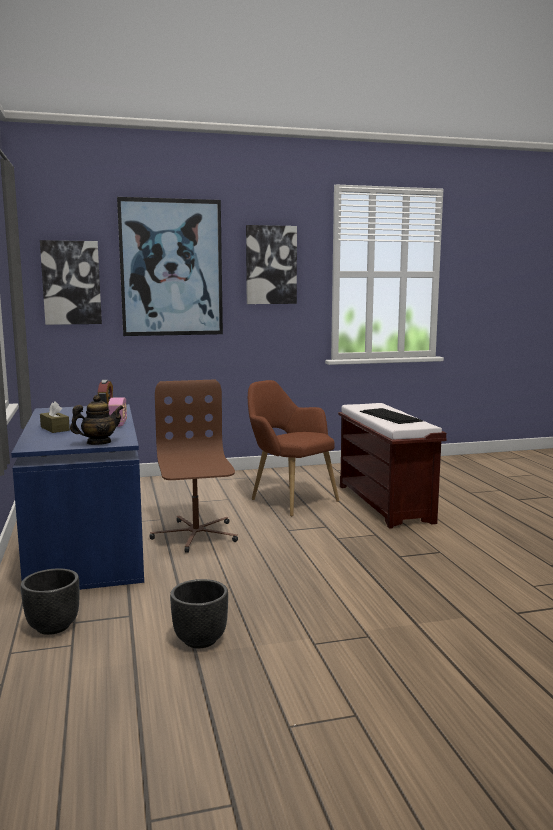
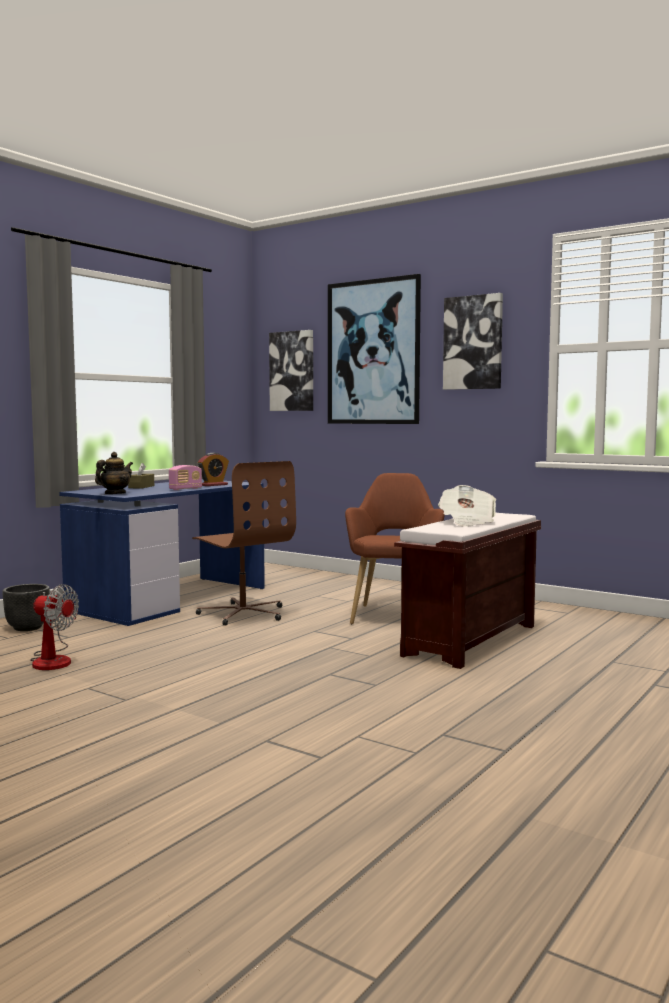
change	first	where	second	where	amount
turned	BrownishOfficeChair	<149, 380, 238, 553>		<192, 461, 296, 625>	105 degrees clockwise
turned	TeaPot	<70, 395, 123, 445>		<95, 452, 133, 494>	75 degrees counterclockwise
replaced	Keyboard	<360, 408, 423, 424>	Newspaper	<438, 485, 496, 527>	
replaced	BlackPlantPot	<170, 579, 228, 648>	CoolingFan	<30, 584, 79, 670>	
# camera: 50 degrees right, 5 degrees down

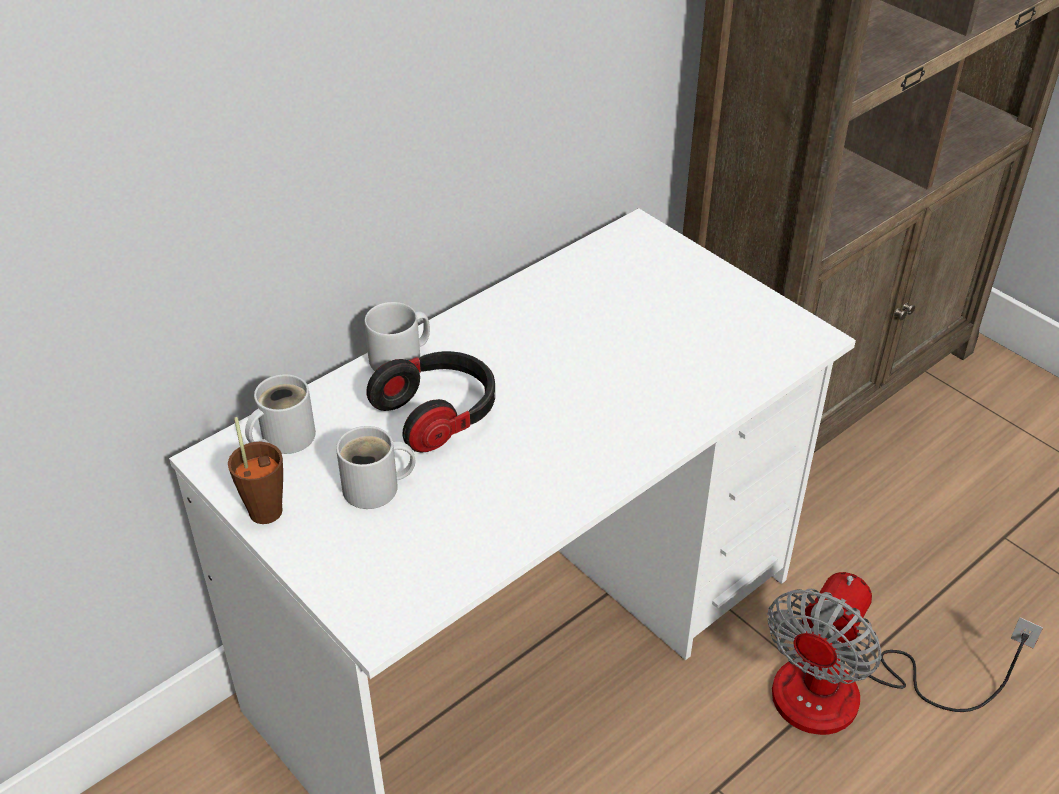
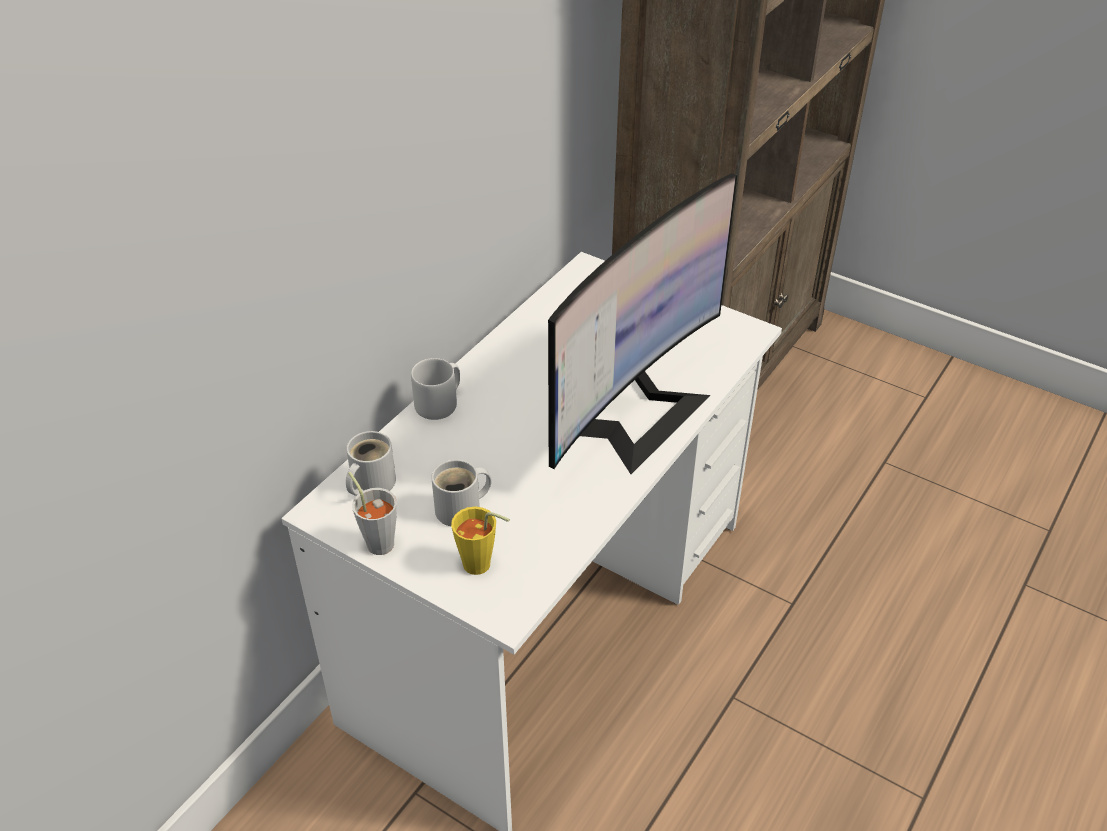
change	first	where	second	where	amount
removed	PairOfHeadphones	<366, 351, 495, 453>			
recoloured	BrownishCup	<228, 417, 283, 524>	GrayCup	<348, 472, 397, 555>	
removed	CoolingFan	<767, 572, 1043, 735>			
added			ComputerScreen	<548, 173, 737, 474>	
added			YellowColouredCup	<451, 507, 510, 575>	
# camera: 15 degrees left, 0 degrees up

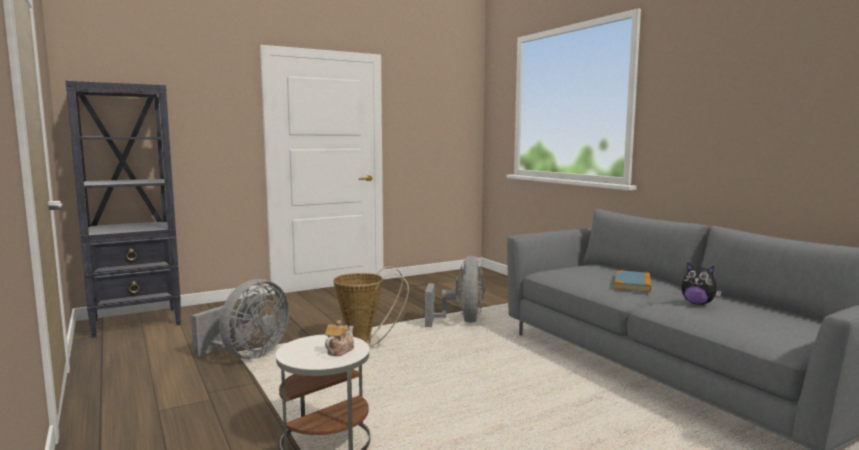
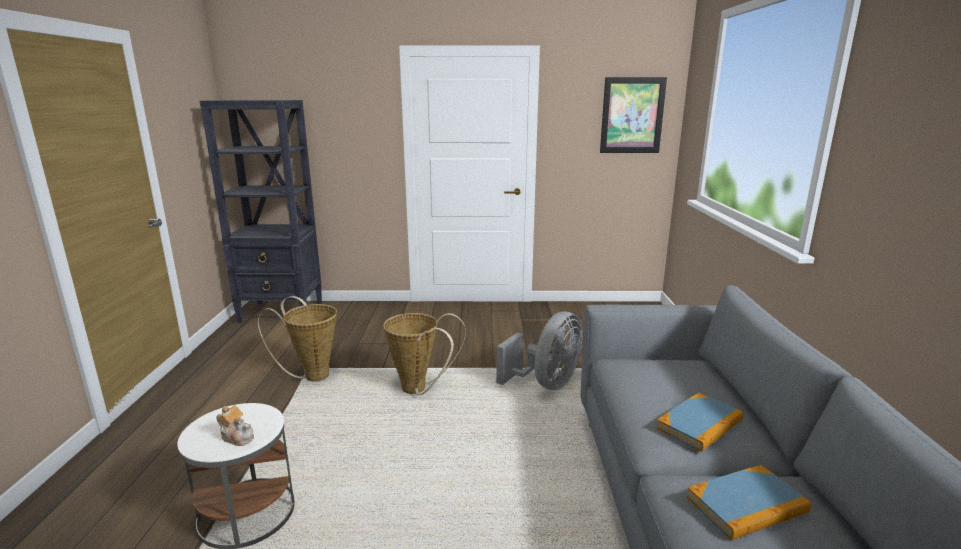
change	first	where	second	where	amount
replaced	SoftToy	<681, 263, 722, 305>	Book	<686, 465, 811, 540>	
replaced	GrayCoolingFan	<191, 279, 289, 359>	HouseholdBasket	<258, 296, 337, 382>	
turned	TeaPot	<325, 320, 354, 356>		<216, 405, 254, 446>	60 degrees clockwise
added			WallArt	<600, 77, 667, 153>	
# camera: 30 degrees right, 10 degrees up

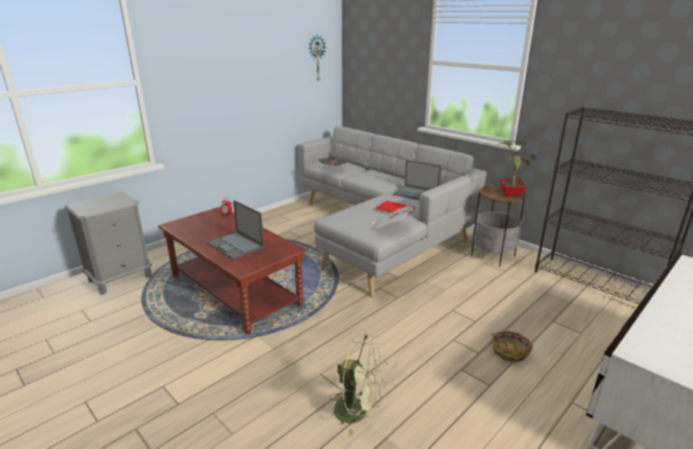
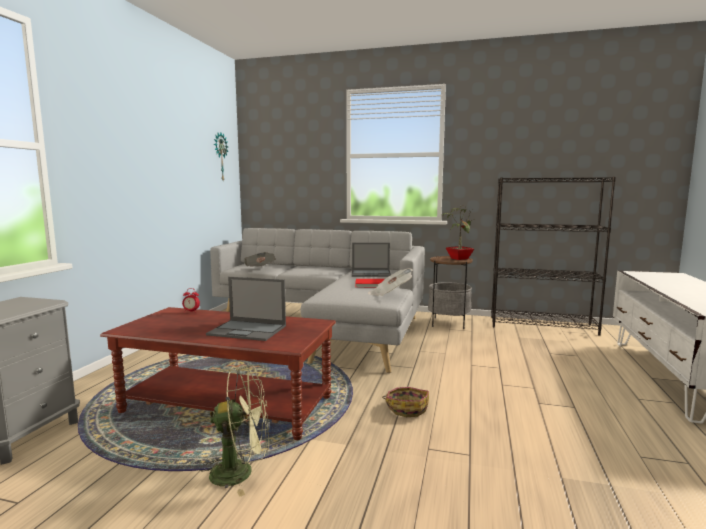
change	first	where	second	where	amount
moved	HouseholdBasket	<491, 331, 533, 363>		<382, 387, 429, 417>	
moved	GreenCoolingFan	<330, 334, 388, 436>		<199, 365, 269, 497>	
# camera: 30 degrees left, 15 degrees down

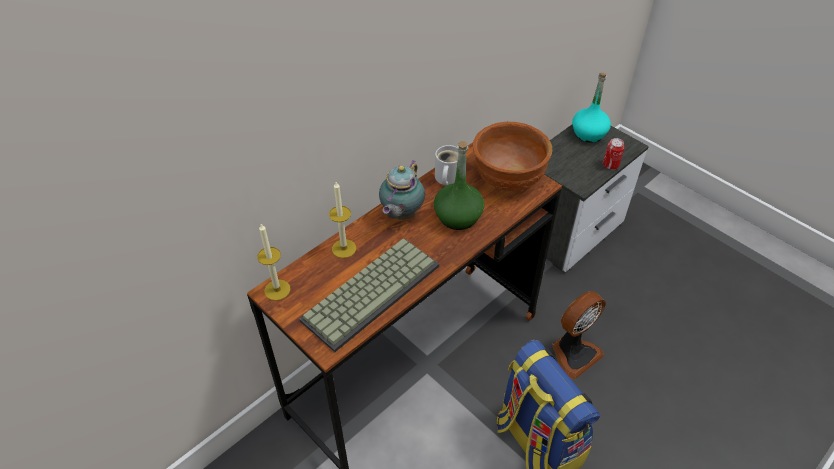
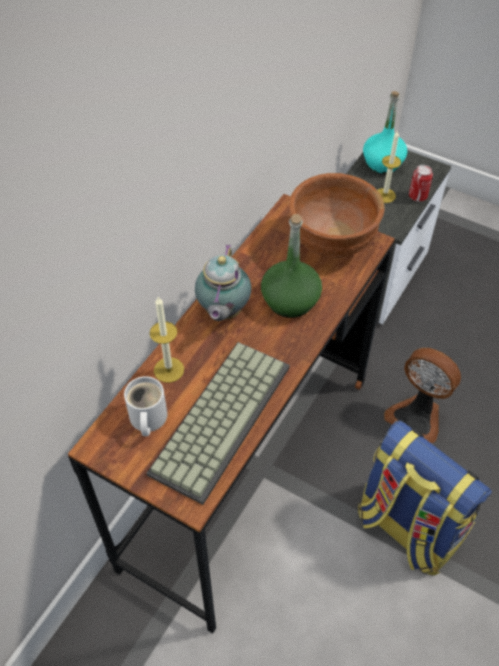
change	first	where	second	where	amount
moved	WhiteColouredTeaMug	<435, 145, 459, 186>		<124, 376, 167, 436>	
moved	Candle	<257, 224, 290, 301>		<377, 130, 401, 203>	
turned	CoolingFan	<552, 291, 606, 379>		<384, 348, 461, 443>	90 degrees clockwise
# camera: 15 degrees left, 5 degrees up

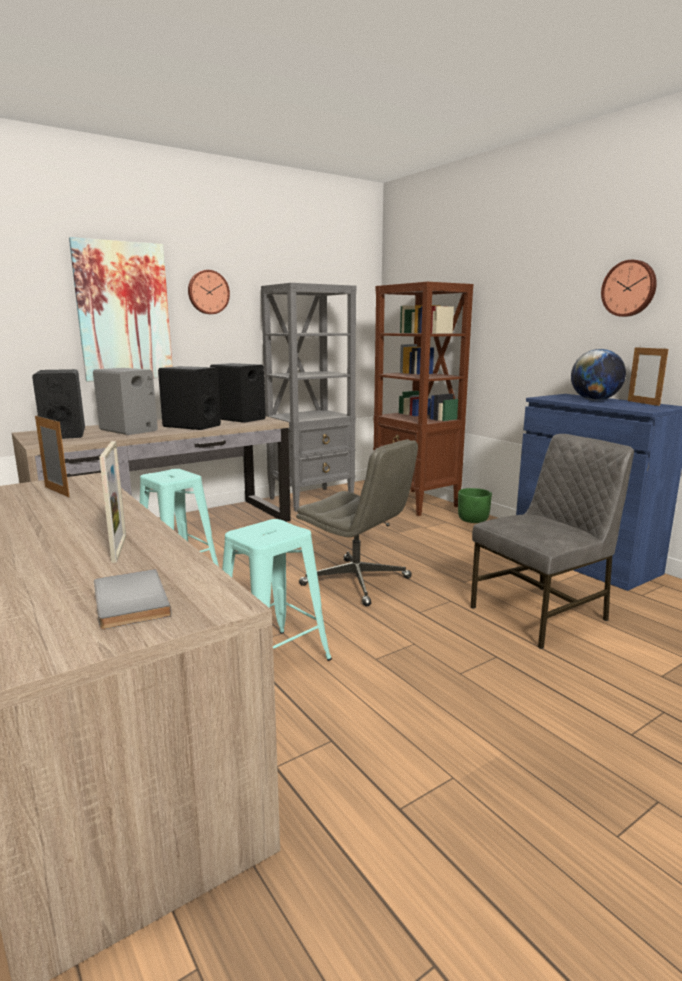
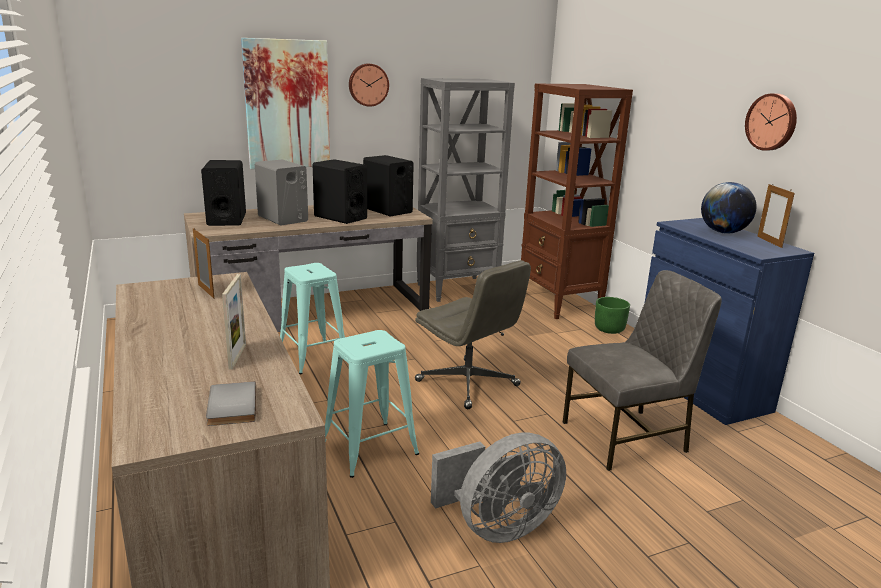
change	first	where	second	where	amount
added			GrayCoolingFan	<431, 433, 566, 543>	
# camera: 10 degrees right, 5 degrees up

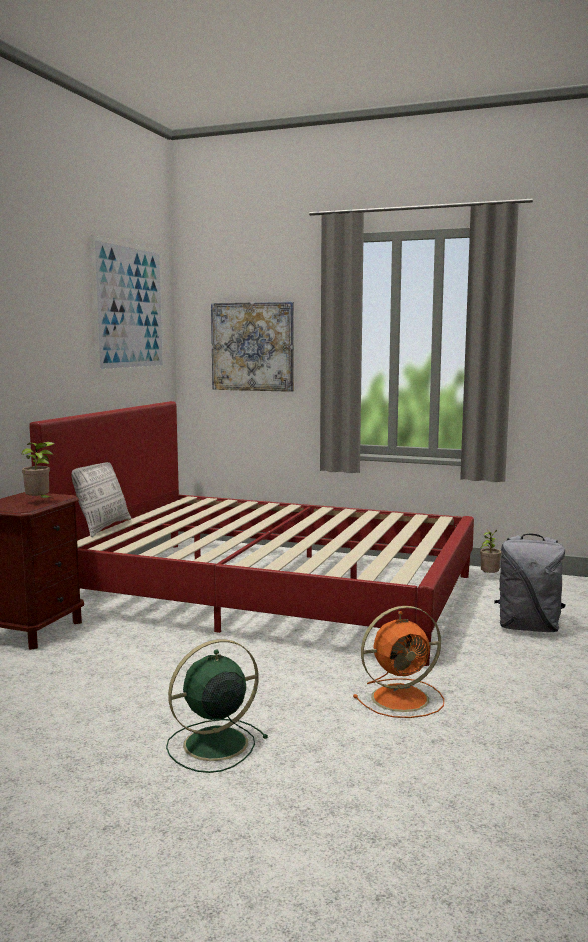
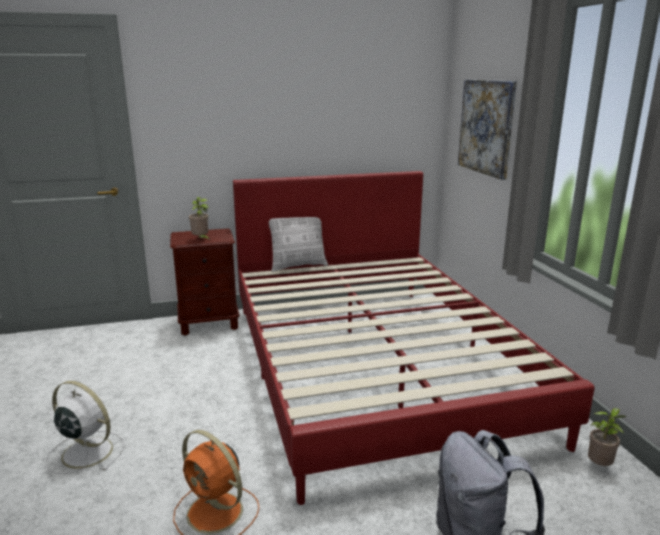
change	first	where	second	where	amount
removed	WallArt	<90, 235, 165, 374>			
recoloured	GreenCoolingFan	<166, 639, 268, 773>	WhiteColouredCoolingFan	<45, 381, 125, 474>	
# camera: 55 degrees right, 10 degrees up

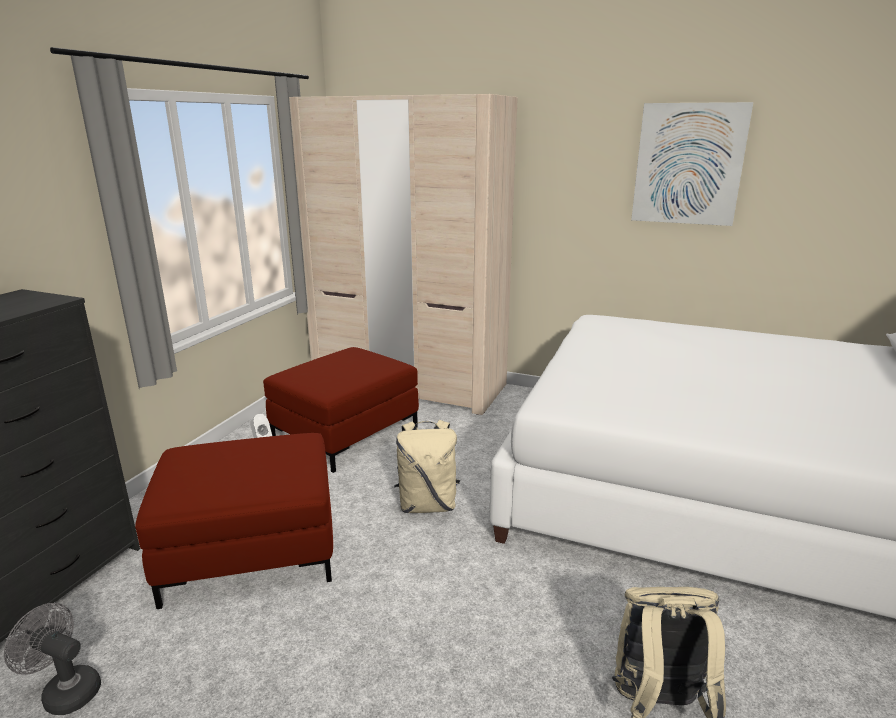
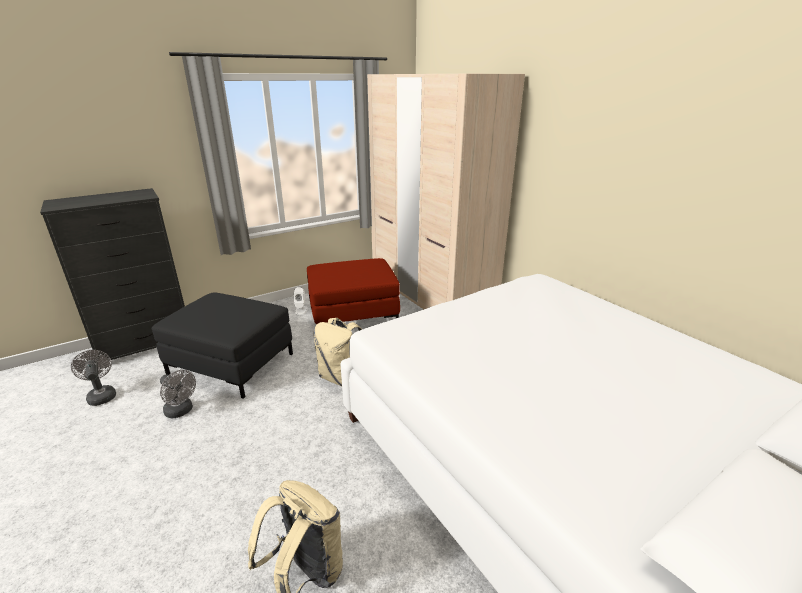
change	first	where	second	where	amount
removed	WallArt	<631, 102, 753, 226>			
recoloured	RedColouredOttoman	<135, 433, 333, 609>	BlackOttoman	<152, 292, 293, 399>	
added			GrayCoolingFan	<160, 370, 196, 418>	
# camera: 35 degrees right, 5 degrees up

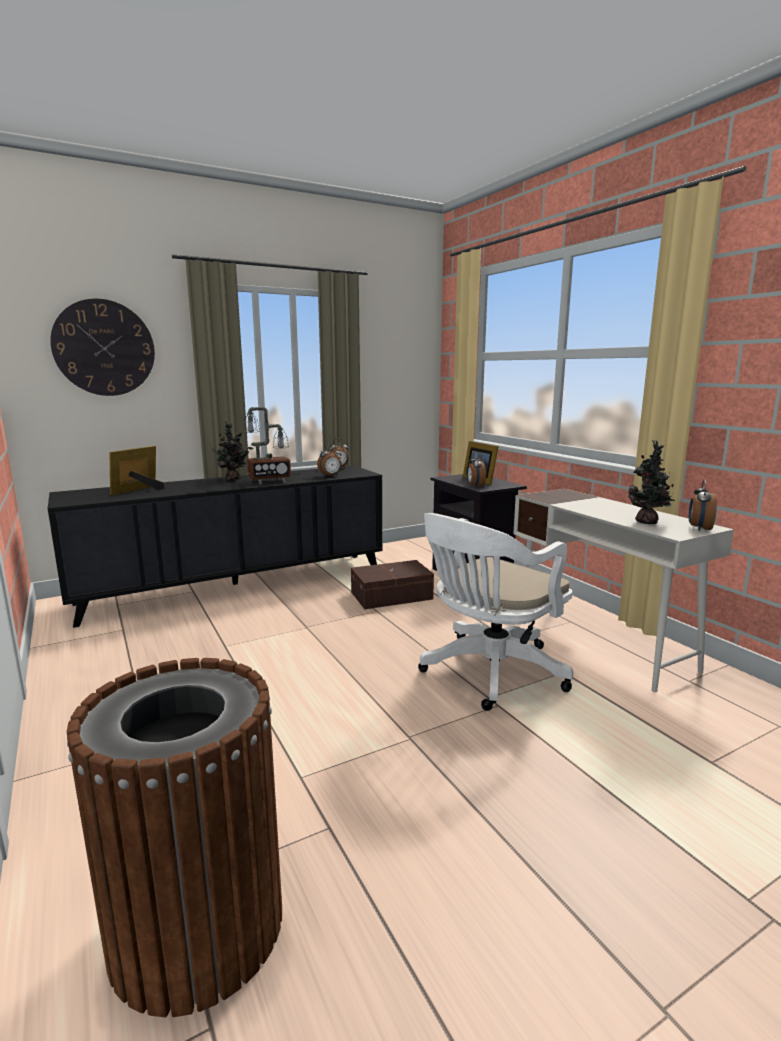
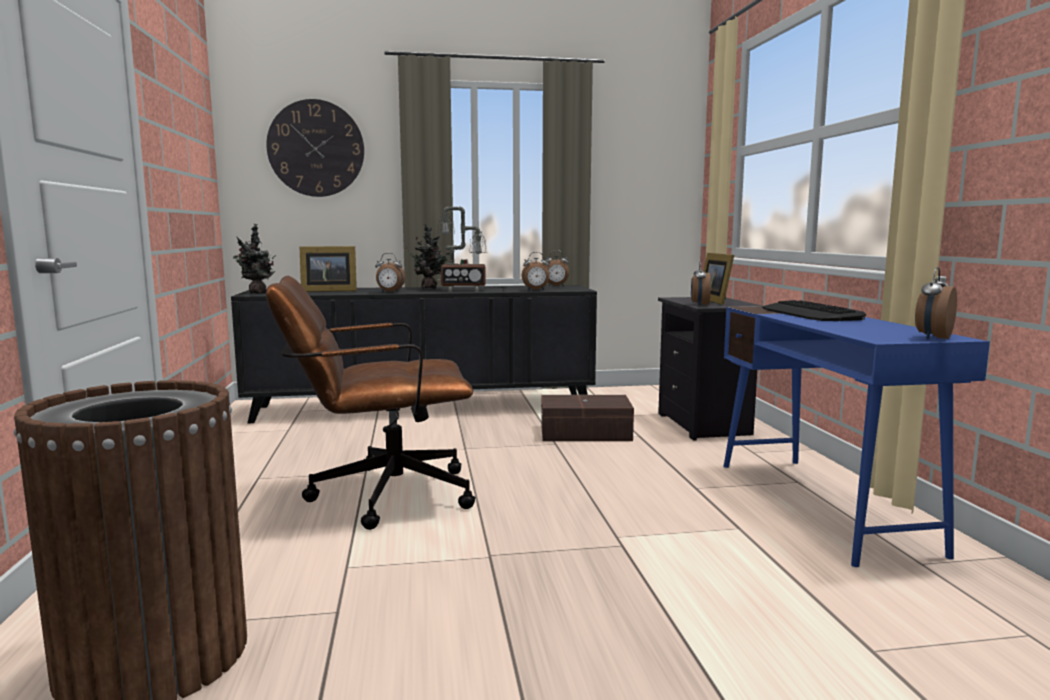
change	first	where	second	where	amount
moved	Houseplant	<628, 440, 675, 524>		<233, 224, 276, 294>	
turned	PictureFrame	<110, 446, 165, 495>		<299, 246, 357, 292>	150 degrees counterclockwise
recoloured	WhiteColouredDesk	<513, 489, 734, 692>	BlueColouredDesk	<723, 306, 990, 567>	
removed	WhiteColouredOfficeChair	<418, 513, 573, 711>			
added			TableClock	<375, 253, 405, 292>	
added			BrownishOfficeChair	<266, 276, 476, 530>	
added			Keyboard	<762, 300, 866, 321>	
# camera: 20 degrees right, 5 degrees down

